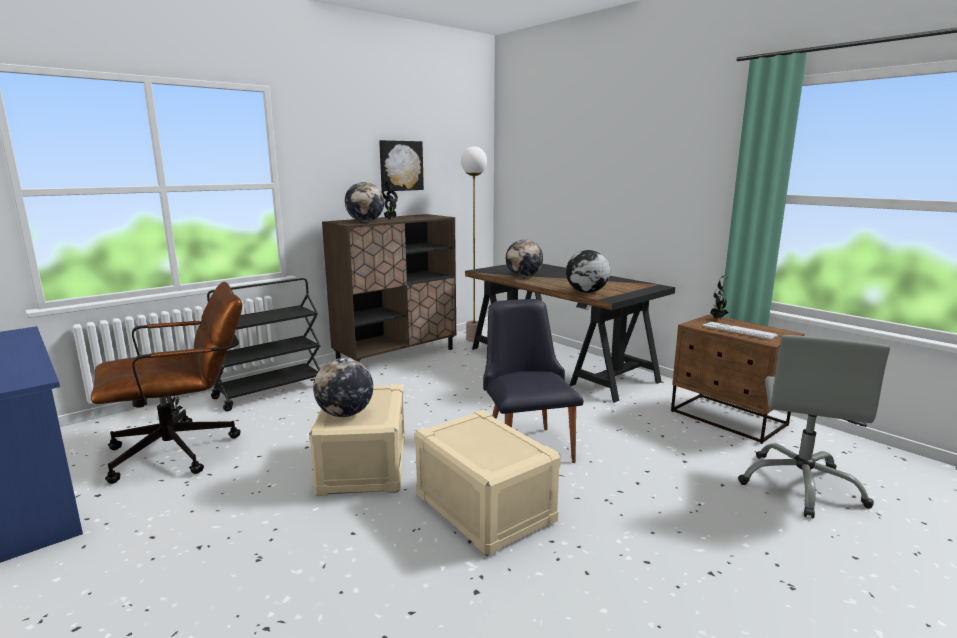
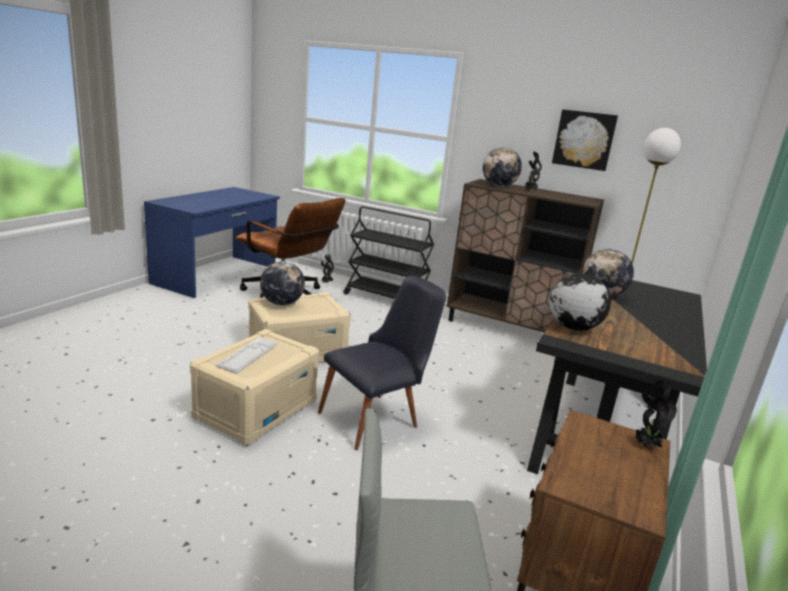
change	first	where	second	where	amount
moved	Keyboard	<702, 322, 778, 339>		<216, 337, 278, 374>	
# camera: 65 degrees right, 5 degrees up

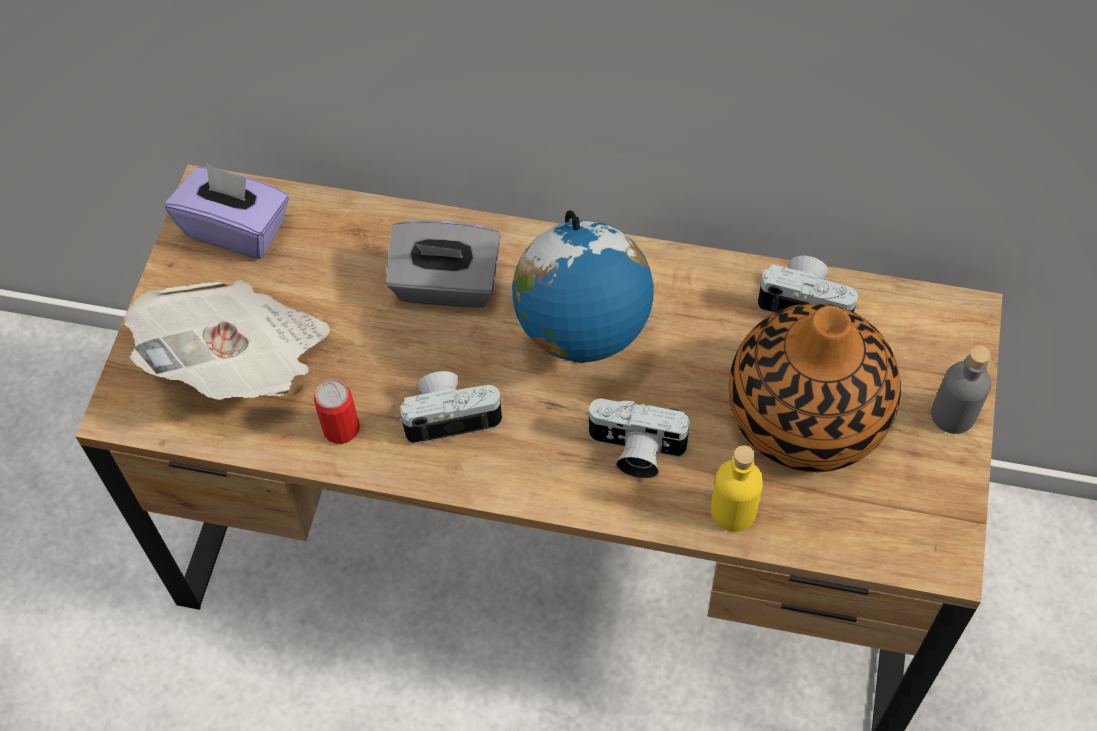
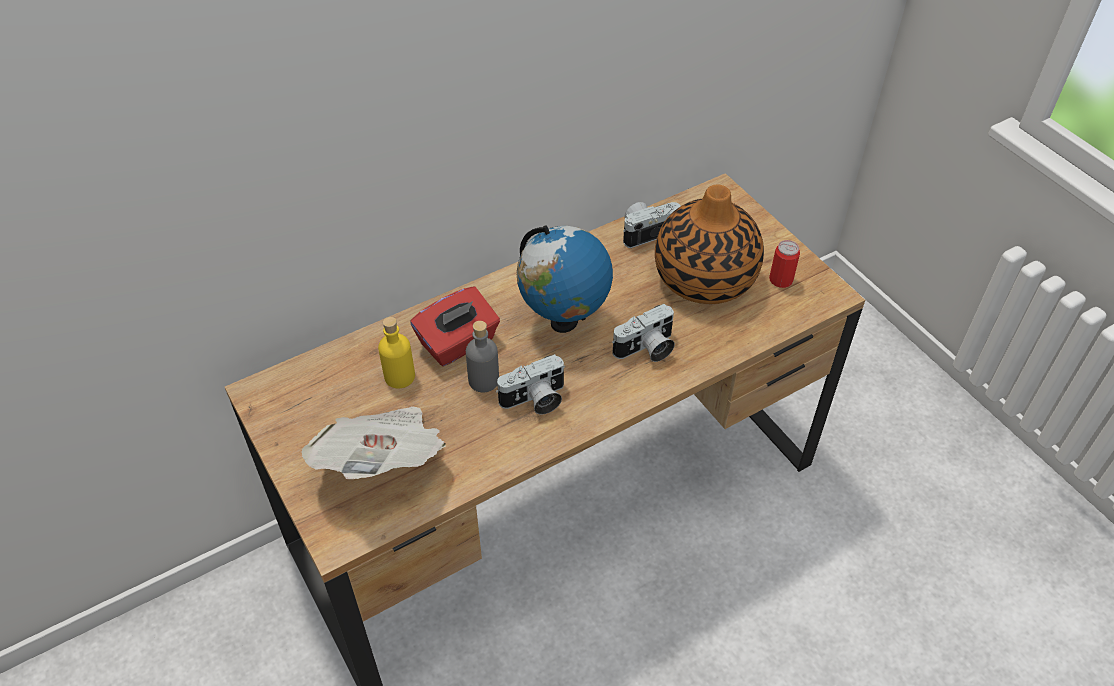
change	first	where	second	where	amount
removed	PurplishTissueHolder	<165, 163, 289, 259>			
recoloured	GrayTissueHolder	<385, 220, 501, 308>	RedColouredTissueHolder	<410, 286, 500, 366>	
moved	GrayBeverageBottle	<931, 346, 991, 434>		<466, 321, 499, 392>	
turned	PhotoCamera	<398, 371, 504, 444>		<496, 354, 565, 415>	150 degrees counterclockwise
moved	Can	<314, 379, 360, 444>		<769, 240, 800, 288>	
moved	YellowColouredBeverageBottle	<711, 445, 763, 532>		<378, 317, 415, 388>	
# camera: 45 degrees left, 10 degrees down

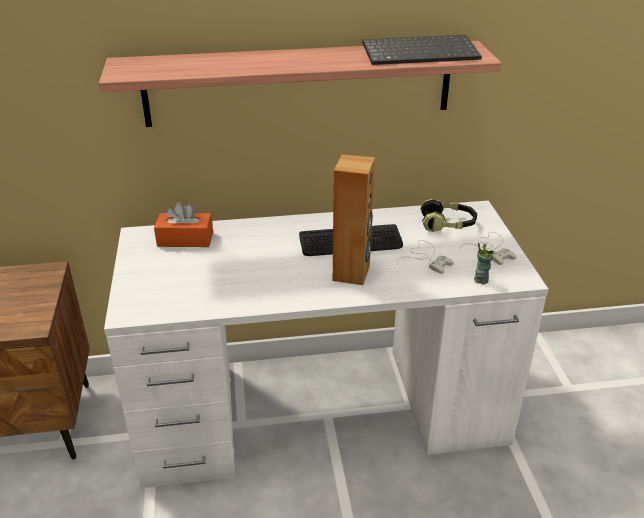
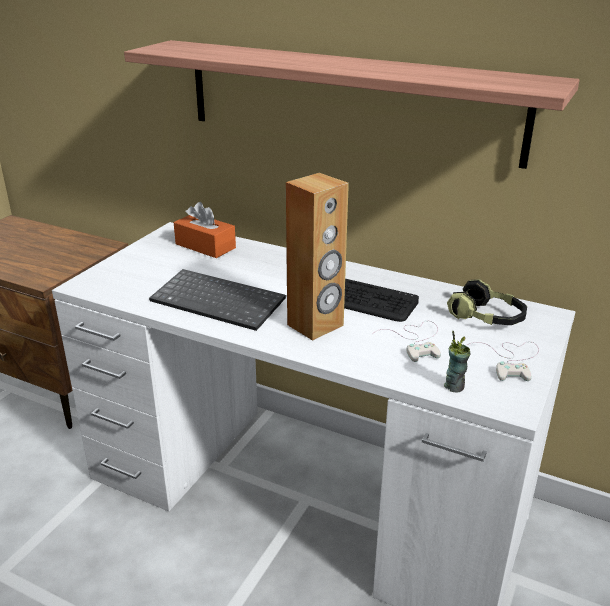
change	first	where	second	where	amount
moved	Keyboard	<362, 35, 482, 65>		<149, 269, 286, 331>	
# camera: 35 degrees right, 5 degrees down

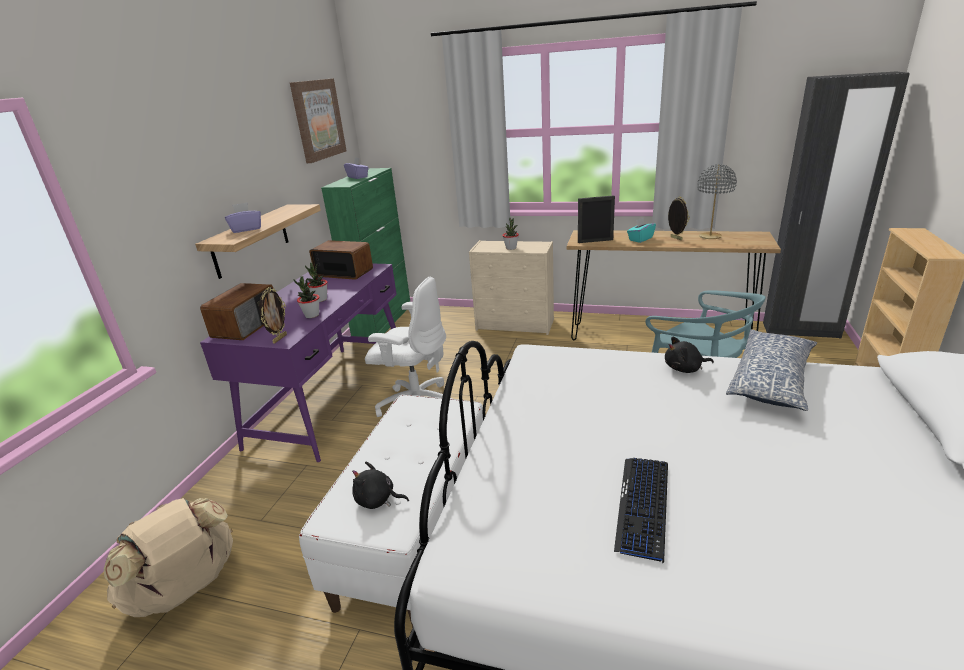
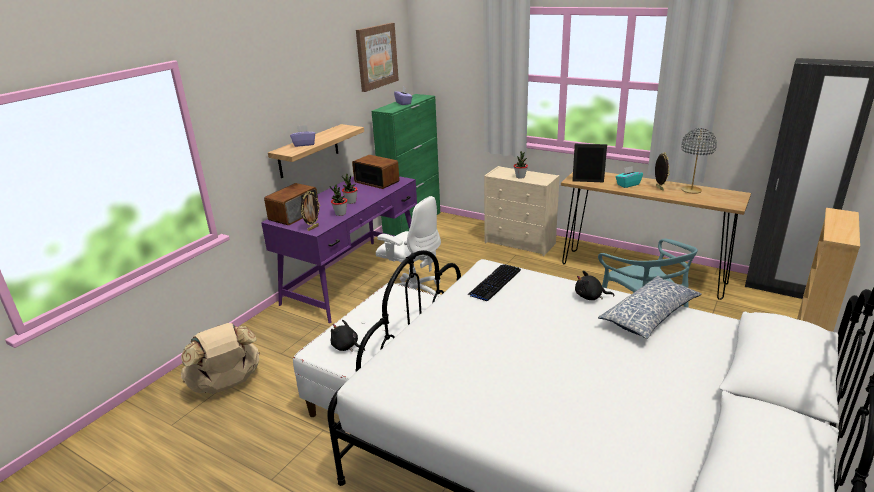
change	first	where	second	where	amount
moved	Keyboard	<614, 458, 668, 563>		<467, 264, 521, 302>	
# camera: 15 degrees right, 0 degrees up

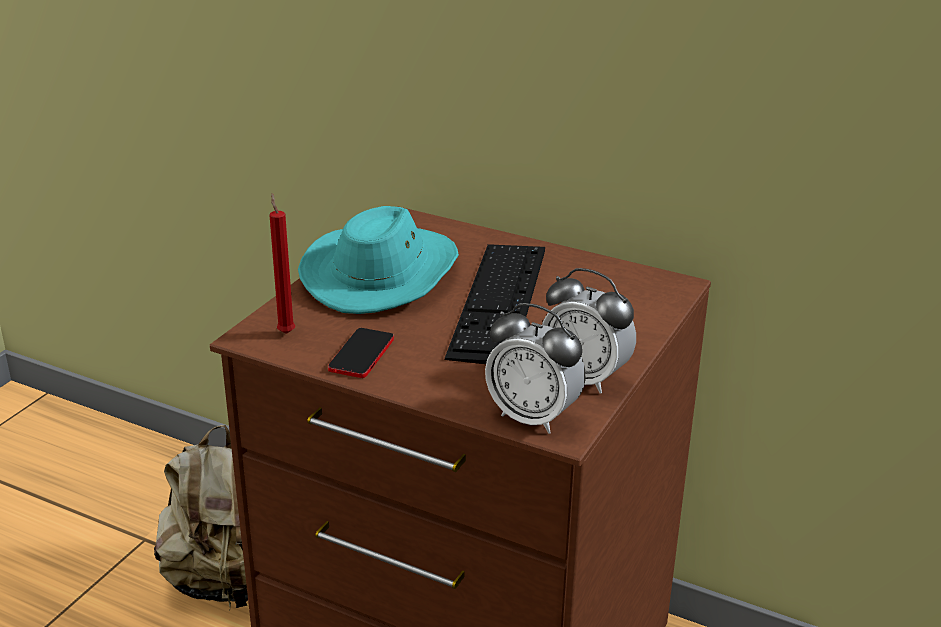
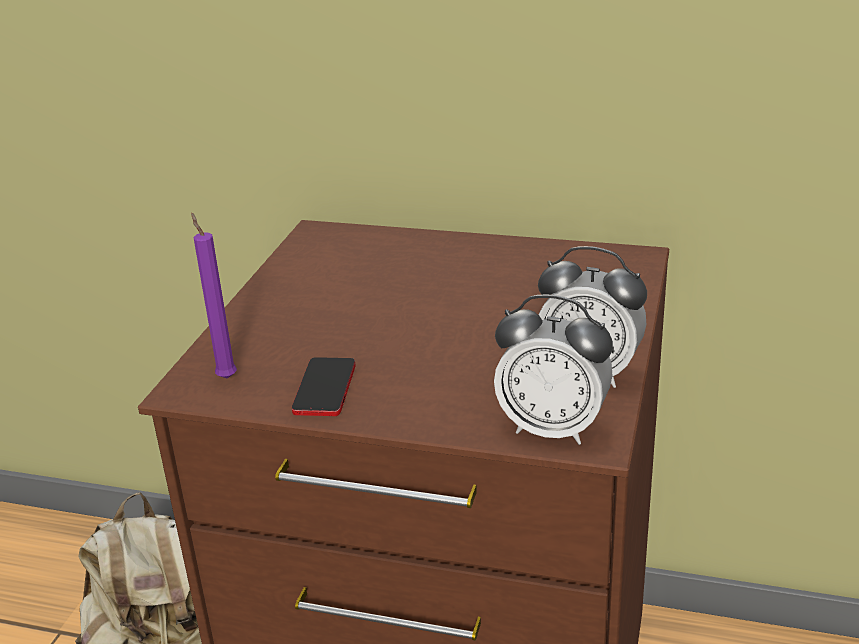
change	first	where	second	where	amount
recoloured	RedColouredCandle	<269, 193, 295, 334>	PurplishCandle	<191, 213, 237, 379>	
removed	TurquoiseColouredHat	<298, 206, 459, 314>			
removed	Keyboard	<445, 244, 545, 364>			
# camera: 10 degrees left, 0 degrees up

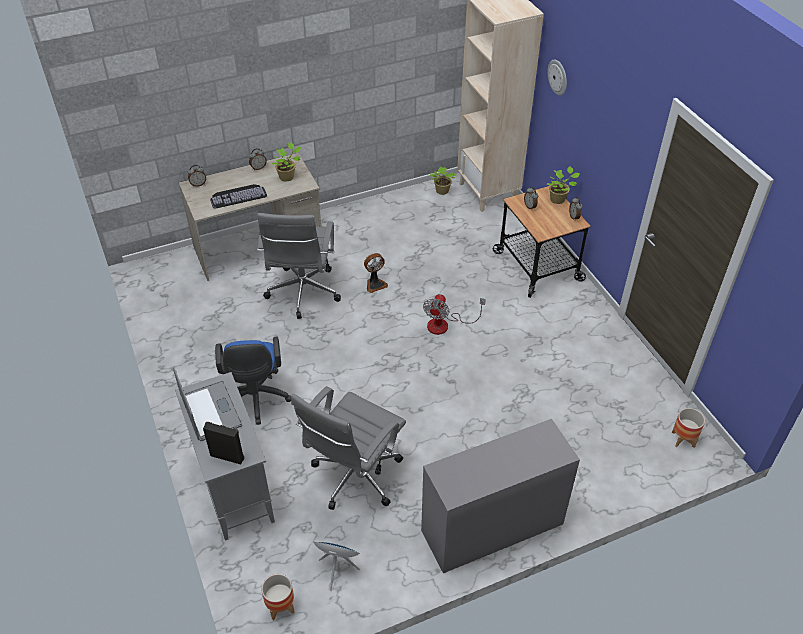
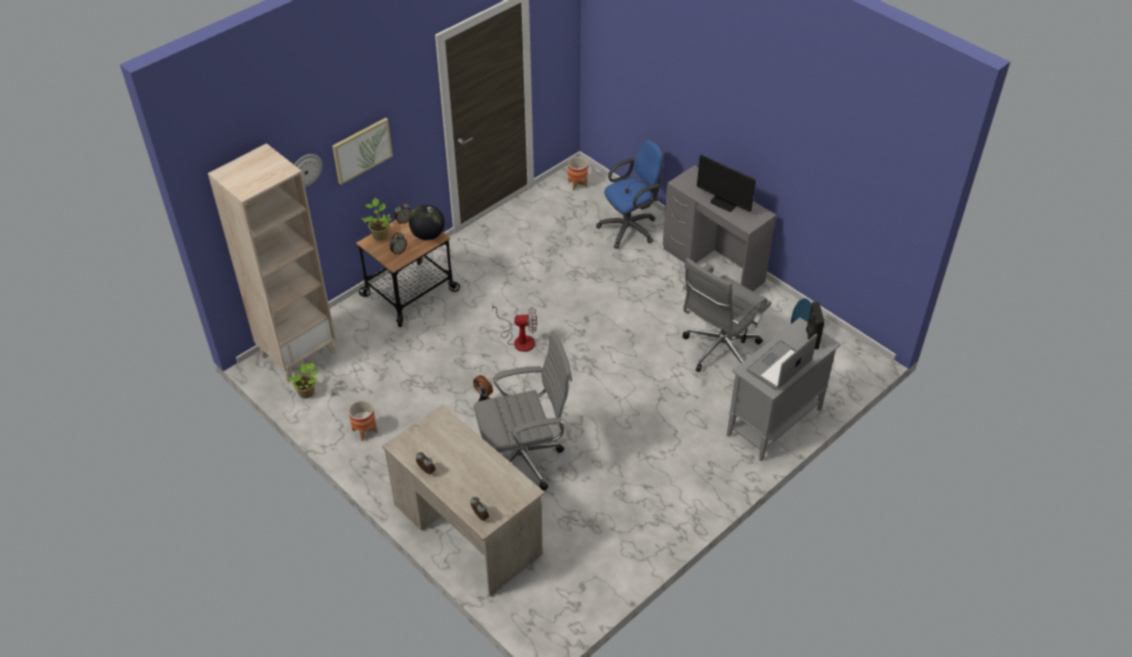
change	first	where	second	where	amount
removed	Houseplant	<272, 142, 301, 181>			
removed	Keyboard	<210, 184, 267, 209>			
moved	BlueColouredOfficeChair	<215, 337, 291, 425>		<596, 140, 664, 249>	
turned	GrayOfficeChair	<291, 386, 406, 510>		<681, 258, 771, 372>	120 degrees clockwise
moved	PlantPot	<262, 574, 295, 620>		<349, 401, 377, 441>	
added			WallArt	<332, 118, 393, 185>	
added			ComputerScreen	<697, 155, 756, 212>	
added			WorldGlobe	<409, 205, 445, 240>	
# camera: 110 degrees left, 0 degrees up

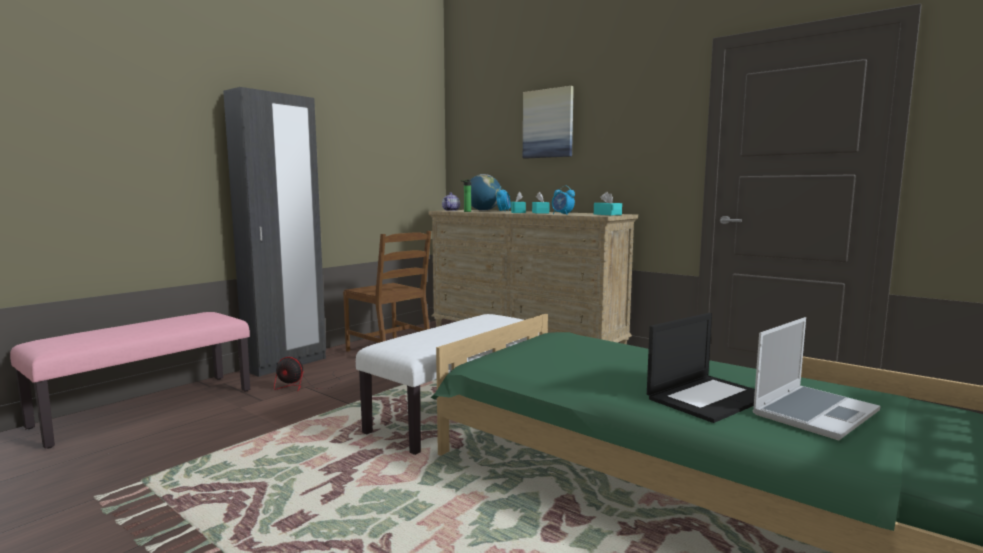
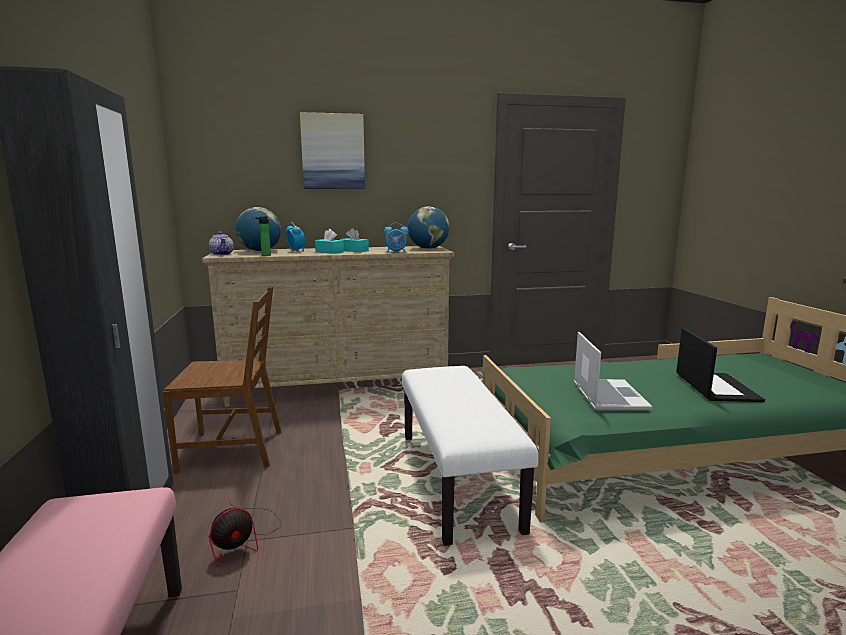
change	first	where	second	where	amount
replaced	TurquoiseColouredTissueHolder	<594, 192, 622, 215>	WorldGlobe	<408, 206, 449, 249>	
moved	Laptop	<752, 317, 880, 440>		<574, 332, 652, 411>	
# camera: 50 degrees left, 5 degrees up

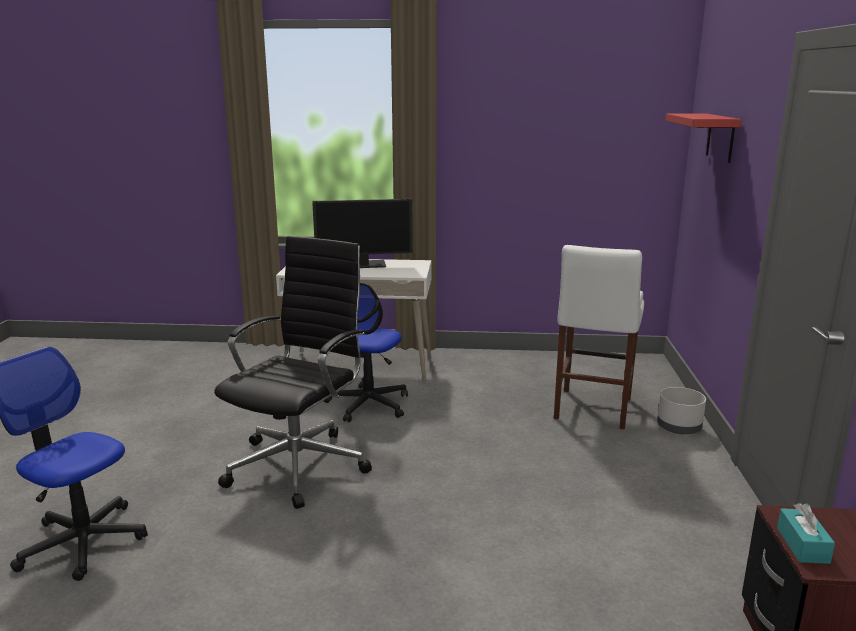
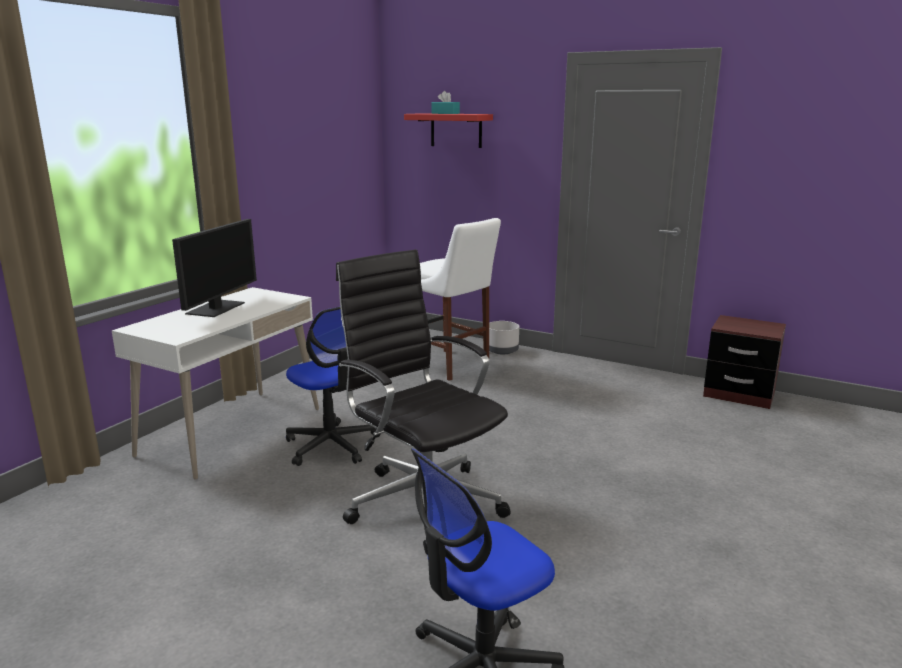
change	first	where	second	where	amount
moved	TurquoiseColouredTissueHolder	<777, 503, 835, 564>		<431, 91, 460, 114>	
# camera: 65 degrees left, 0 degrees up

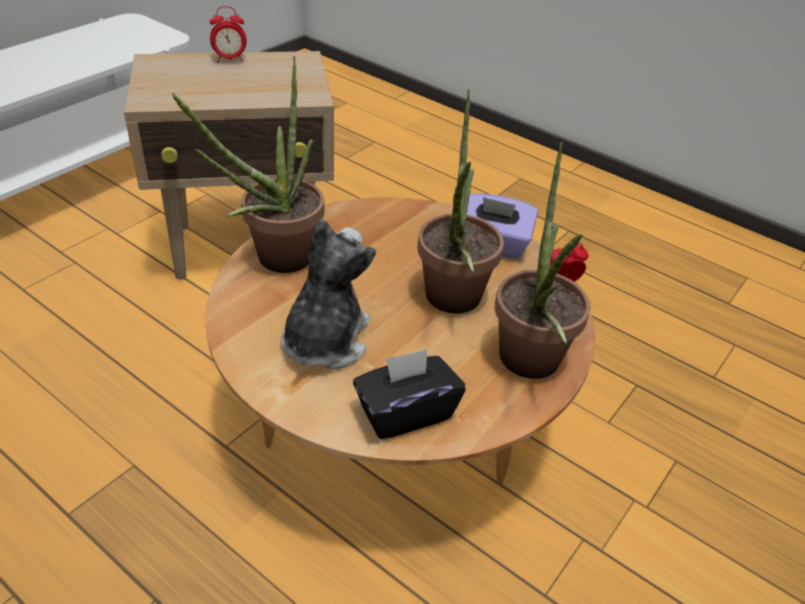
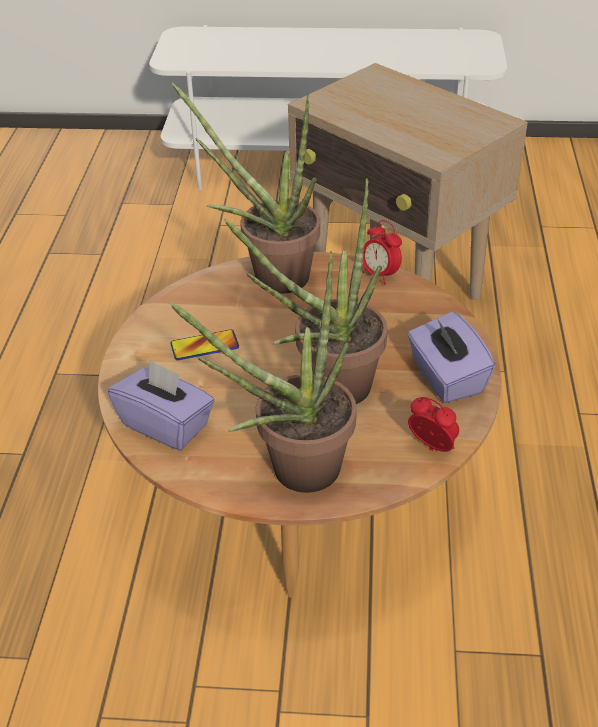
change	first	where	second	where	amount
moved	TableClock	<210, 6, 247, 62>		<362, 220, 402, 285>	
replaced	SoftToy	<281, 219, 376, 370>	Phone	<170, 329, 239, 360>	
recoloured	BlackTissueHolder	<353, 349, 465, 440>	PurplishTissueHolder	<108, 359, 215, 450>	
# camera: 60 degrees right, 0 degrees up

